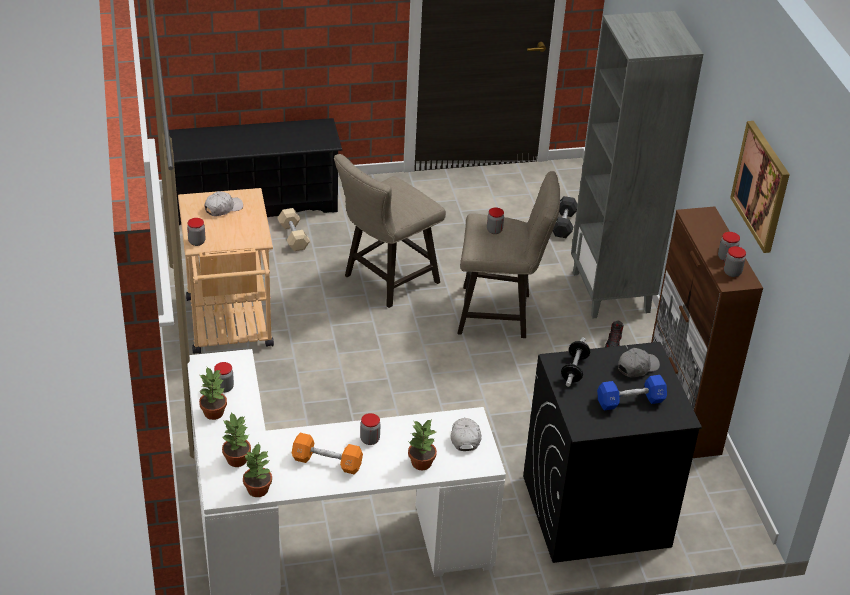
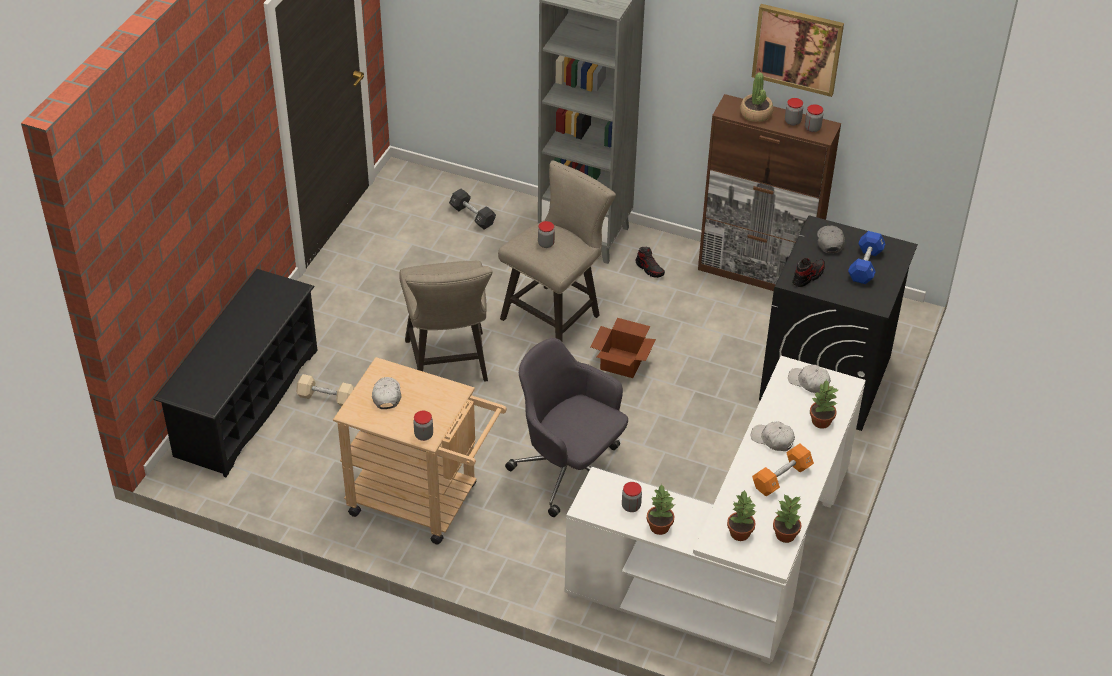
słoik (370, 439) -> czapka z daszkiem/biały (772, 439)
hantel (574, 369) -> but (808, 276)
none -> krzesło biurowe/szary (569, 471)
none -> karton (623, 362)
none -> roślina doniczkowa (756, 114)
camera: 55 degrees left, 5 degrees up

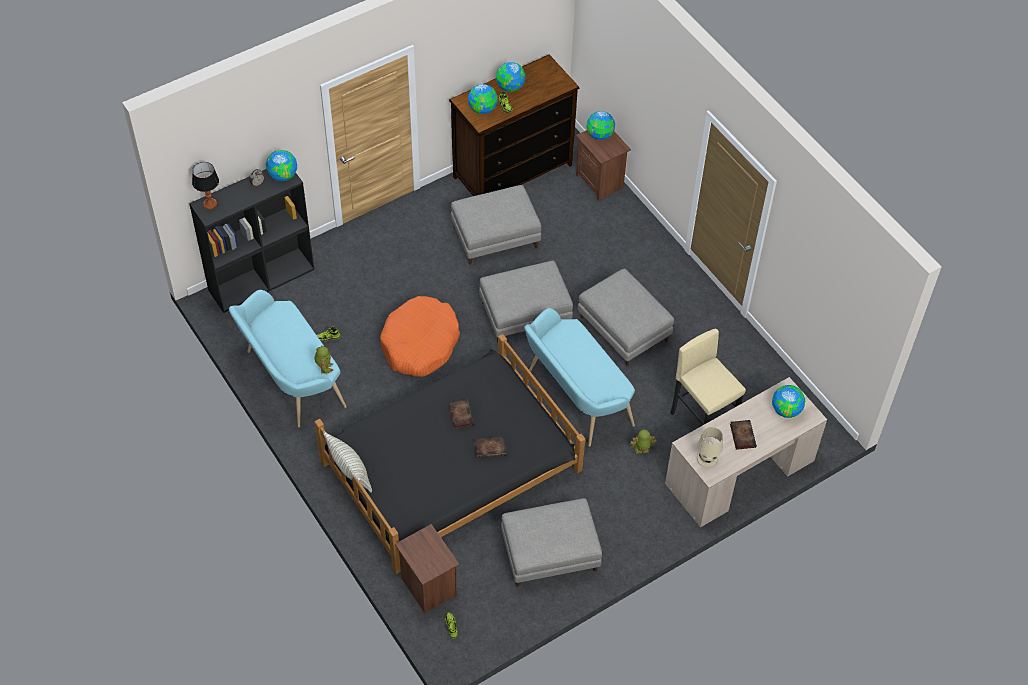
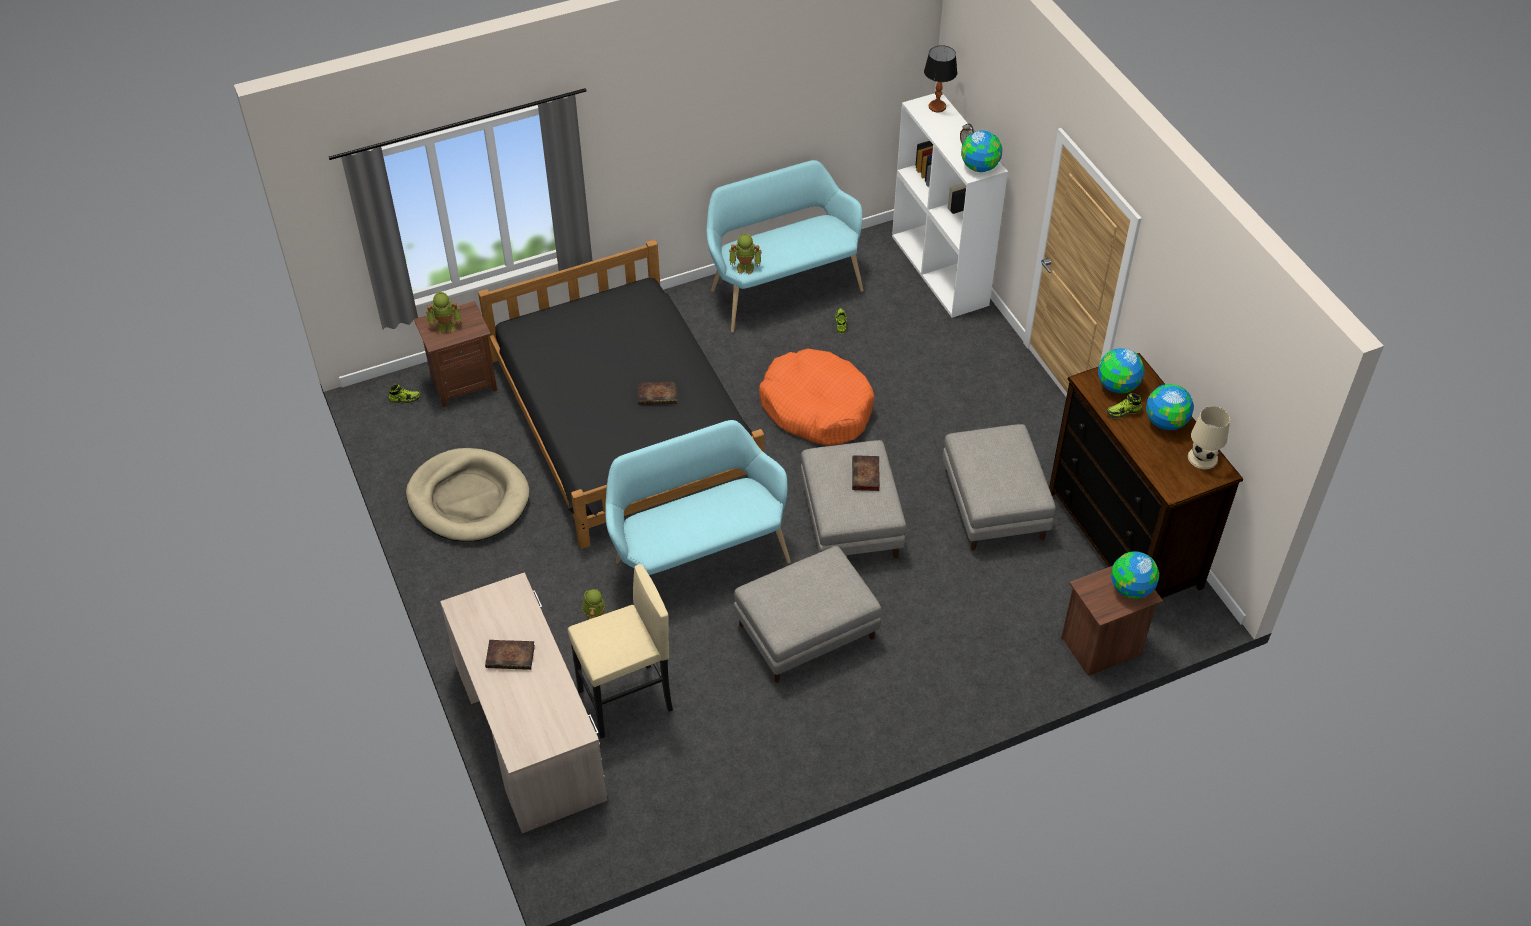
regał/czarny (262, 279) -> regał/biały (941, 271)
poduszka (349, 470) -> none
książka (490, 448) -> książka (866, 476), relocated
pufa/szary (549, 554) -> legowisko/beżowy (468, 499)
lampa stołowa/beżowy (707, 458) -> lampa stołowa/beżowy (1202, 458), relocated
globus (786, 409) -> none
none -> robot zabawkowy (446, 326)
camera: 100 degrees right, 5 degrees down

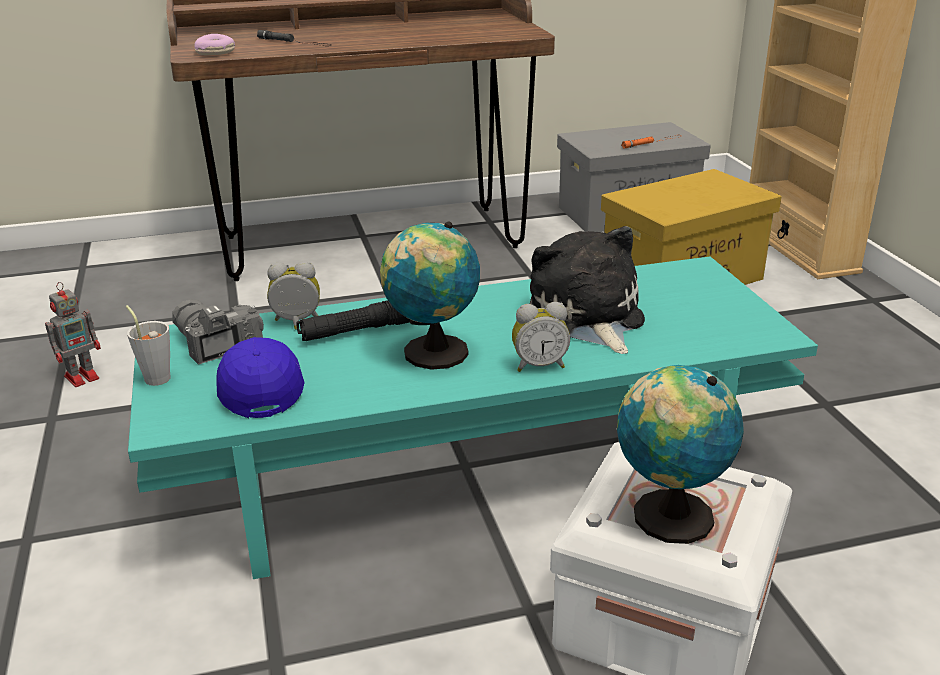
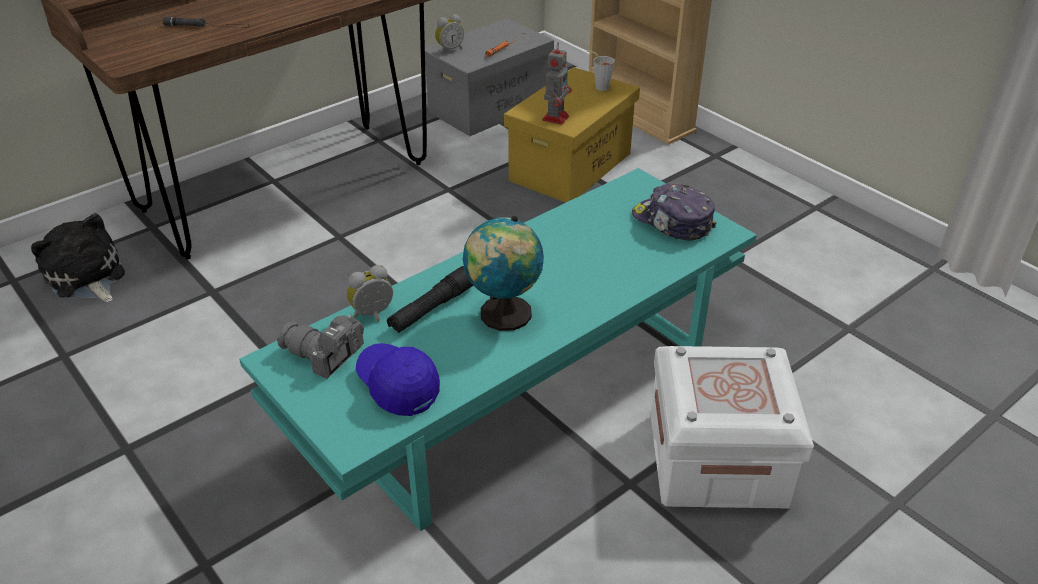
robot zabawkowy (83, 376) -> robot zabawkowy (556, 117), relocated
filiżanka/szary (155, 376) -> filiżanka/szary (599, 87), relocated
donut (216, 52) -> none
budzik (539, 365) -> budzik (449, 49), relocated
pluszak (587, 317) -> pluszak (86, 277), relocated
globus (667, 516) -> none
none -> czapka z daszkiem (672, 222)
camera: 25 degrees left, 10 degrees up

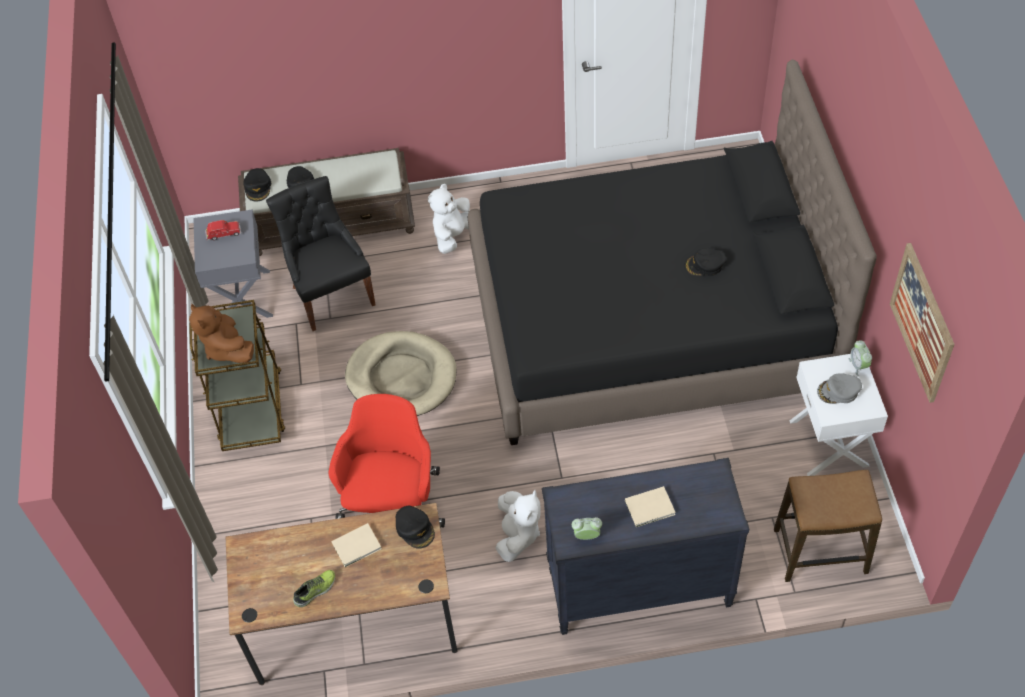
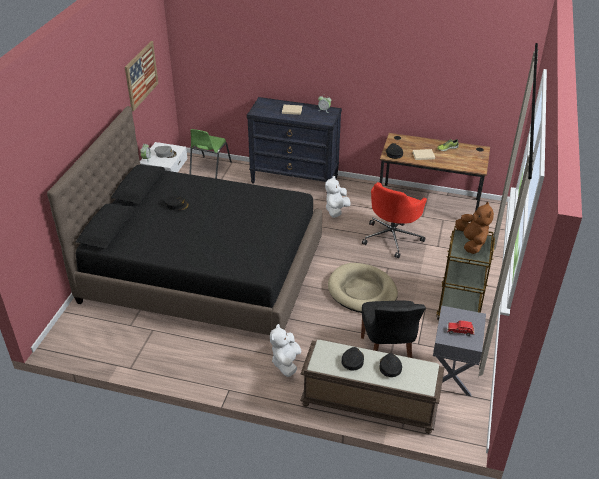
czapka z daszkiem/czarny (258, 187) -> czapka z daszkiem/czarny (352, 360), relocated
pluszak/biały (453, 235) -> pluszak/biały (286, 363), 135 degrees clockwise
stołek (820, 551) -> krzesło/zielony (209, 169)
camera: 160 degrees left, 15 degrees down

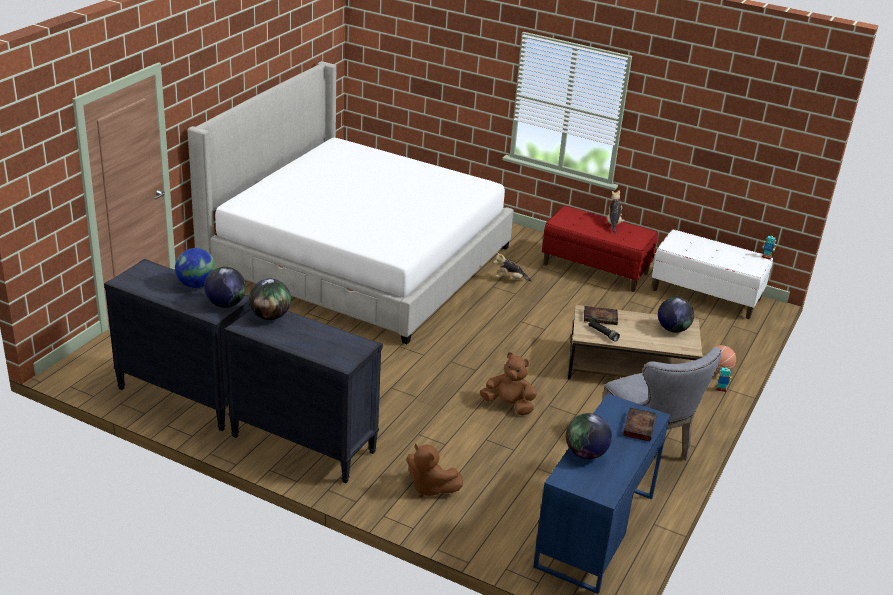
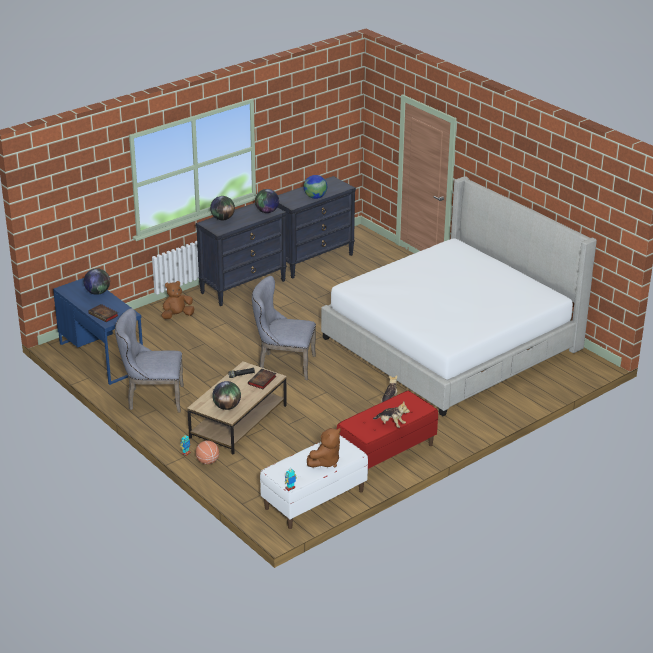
globus (225, 304) -> globus (223, 219), relocated
pluszak/brązowy (509, 405) -> pluszak/brązowy (325, 462), relocated
none -> krzesło/szary (283, 365)
camera: 115 degrees right, 0 degrees up

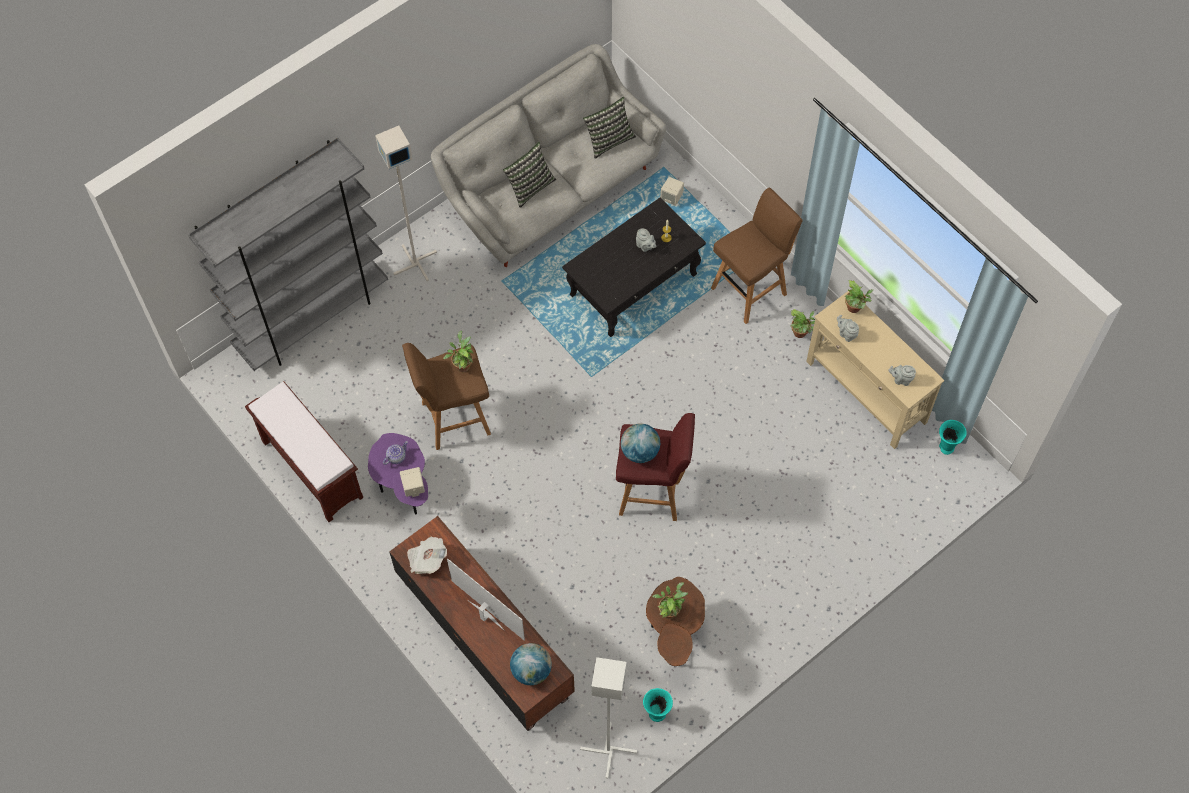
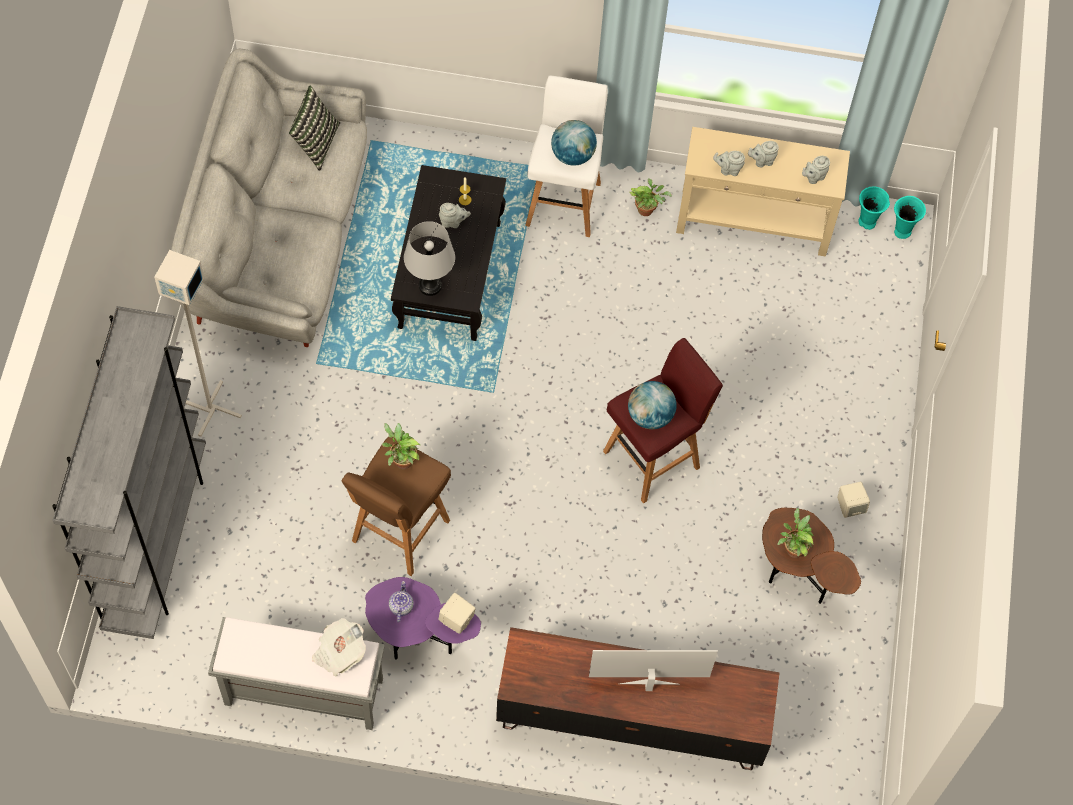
ławka/brązowy (311, 469) -> ławka/szary (302, 692)
gazeta (427, 559) -> gazeta (339, 652), relocated
poduszka (529, 186) -> none
globus (531, 670) -> globus (573, 155), relocated
lampa stojąca/biały (608, 751) -> none
wazon/turkusowy (656, 714) -> wazon/turkusowy (901, 232), relocated
głośnik/beżowy (672, 198) -> głośnik/beżowy (850, 506), relocated
stołek/brązowy (750, 290) -> stołek/biały (564, 202)
roślina doniczkowa (855, 309) -> none
none -> lampa stołowa/szary (430, 285)
none -> imbryk/szary (762, 161)
camera: 45 degrees left, 0 degrees up

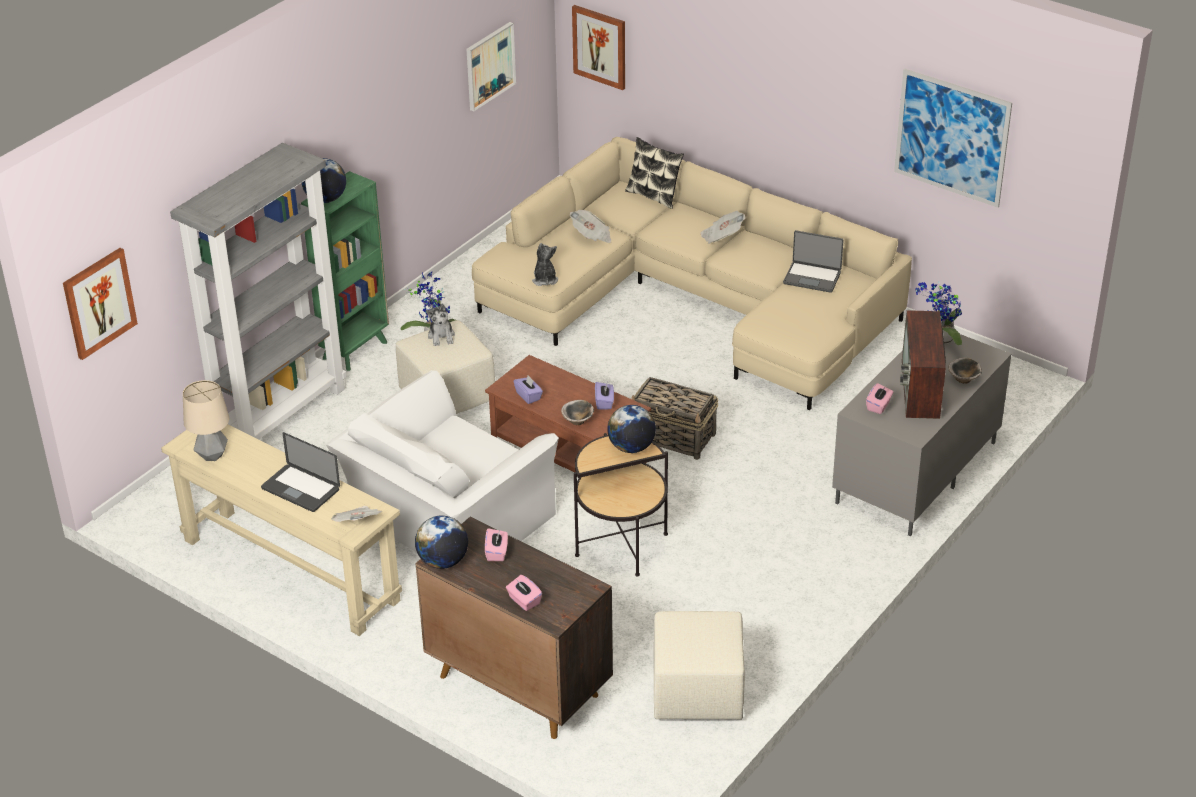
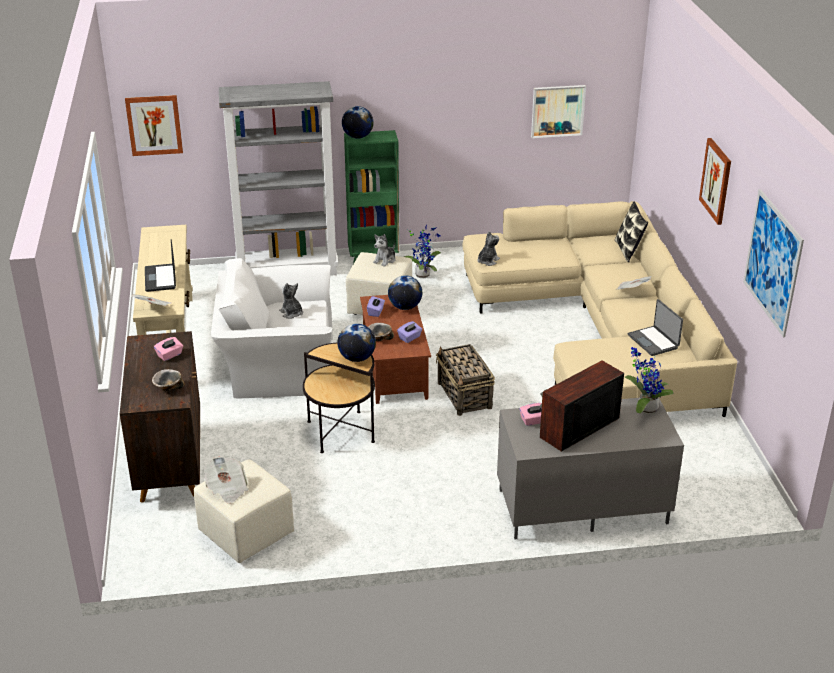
lampa stołowa (212, 455) -> none
globus (443, 561) -> globus (405, 307), relocated
pudełko chusteczek/różowy (524, 601) -> none
gazeta (592, 236) -> gazeta (227, 489), relocated
obraz (599, 46) -> obraz (716, 181), relocated
miska (964, 379) -> miska (168, 388), relocated
none -> pluszak (292, 313)
camera: 45 degrees right, 5 degrees down

